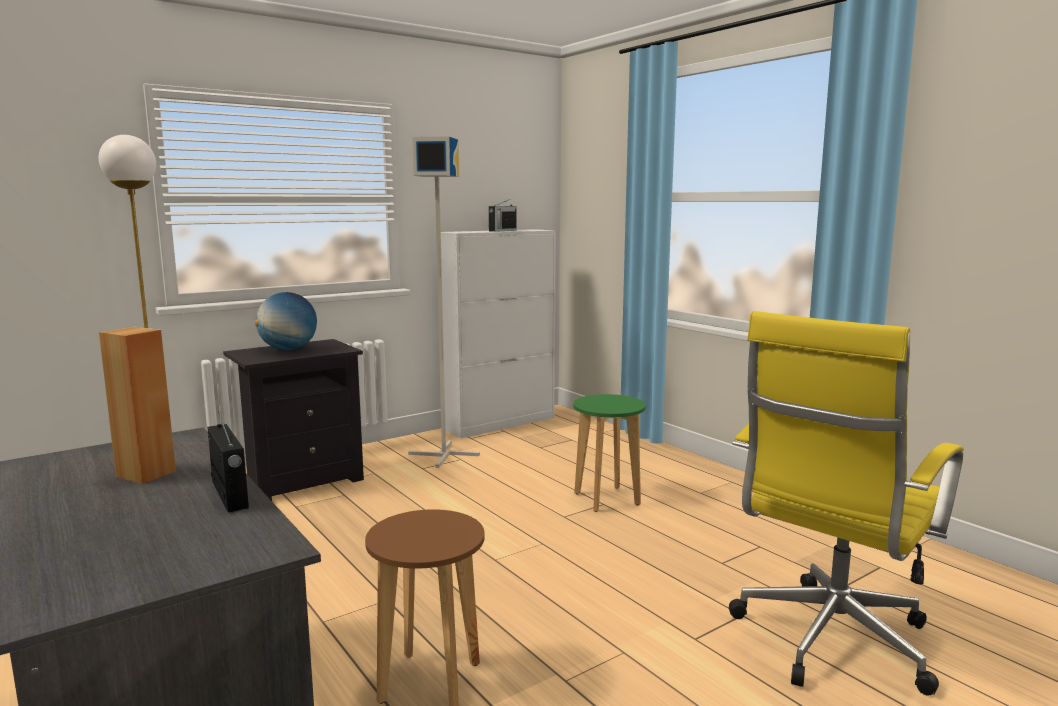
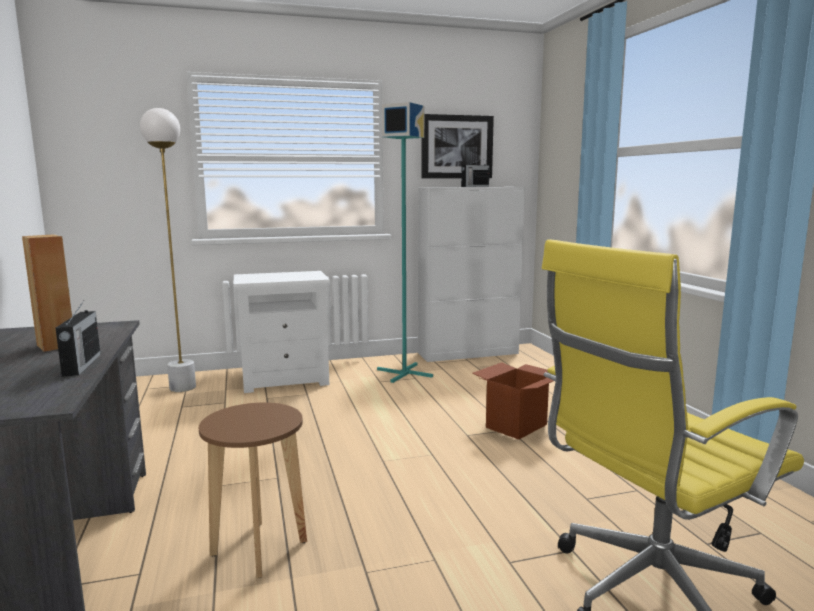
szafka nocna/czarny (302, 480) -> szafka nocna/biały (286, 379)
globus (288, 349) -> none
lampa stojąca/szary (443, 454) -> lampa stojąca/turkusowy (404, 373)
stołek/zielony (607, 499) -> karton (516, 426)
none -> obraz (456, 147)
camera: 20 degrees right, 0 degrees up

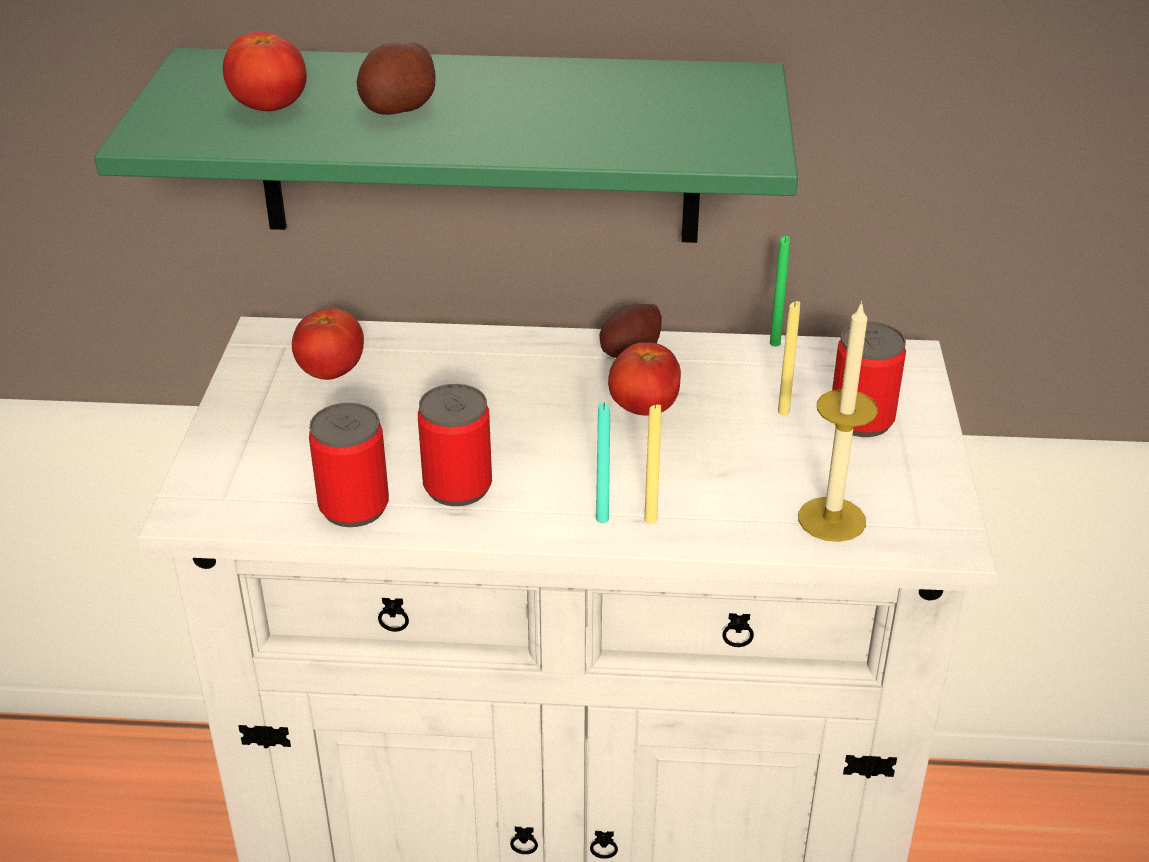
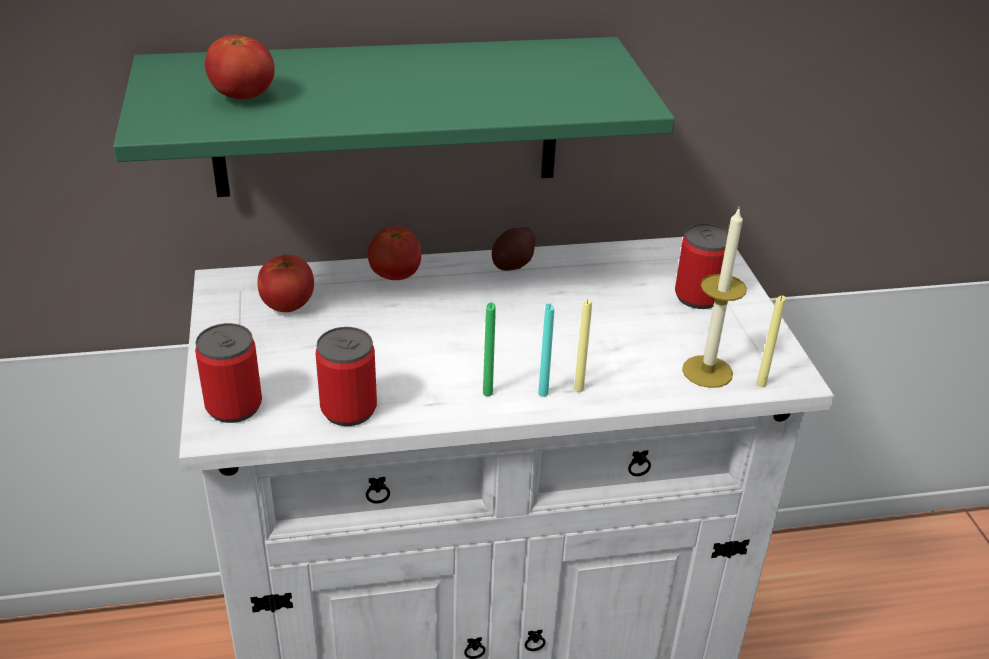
ziemniak (399, 109) -> none
puszka (457, 487) -> puszka (234, 406), relocated
pomidor (643, 409) -> pomidor (395, 276), relocated
świeca/zielony (775, 343) -> świeca/zielony (487, 393), relocated
świeca/żółty (783, 411) -> świeca/żółty (761, 384), relocated
camera: 15 degrees left, 0 degrees up

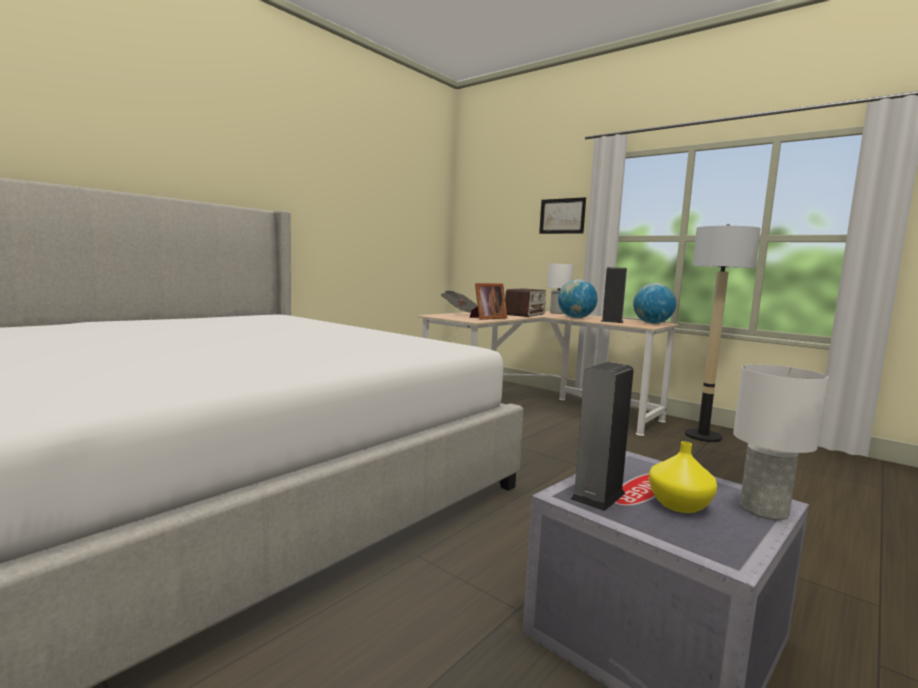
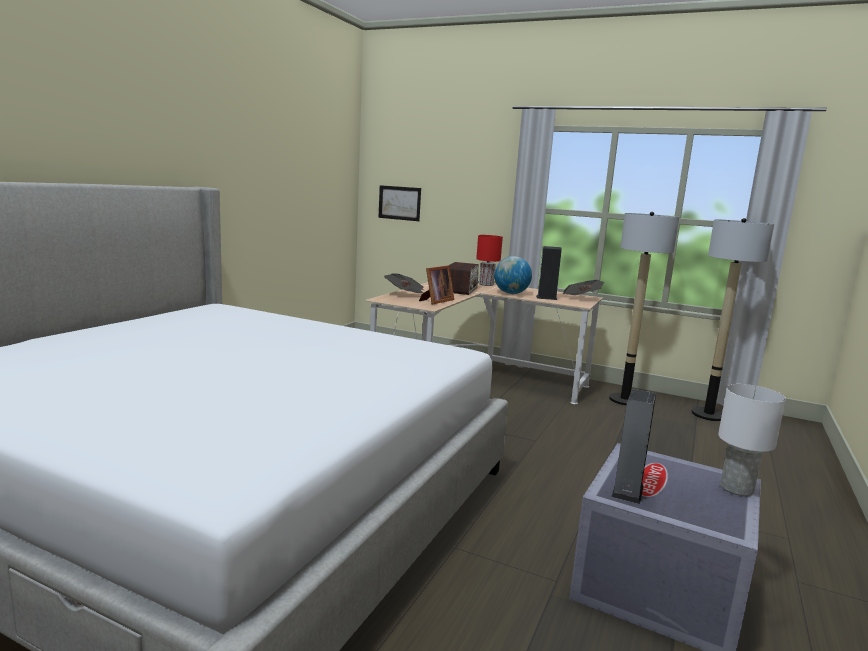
obraz (562, 216) -> obraz (399, 203), relocated
lampa stołowa/biały (556, 313) -> lampa stołowa/czerwony (485, 284)
globus (652, 323) -> gazeta (581, 298)
wazon/żółty (678, 504) -> none
none -> lampa stojąca (708, 415)
camera: 15 degrees left, 5 degrees up

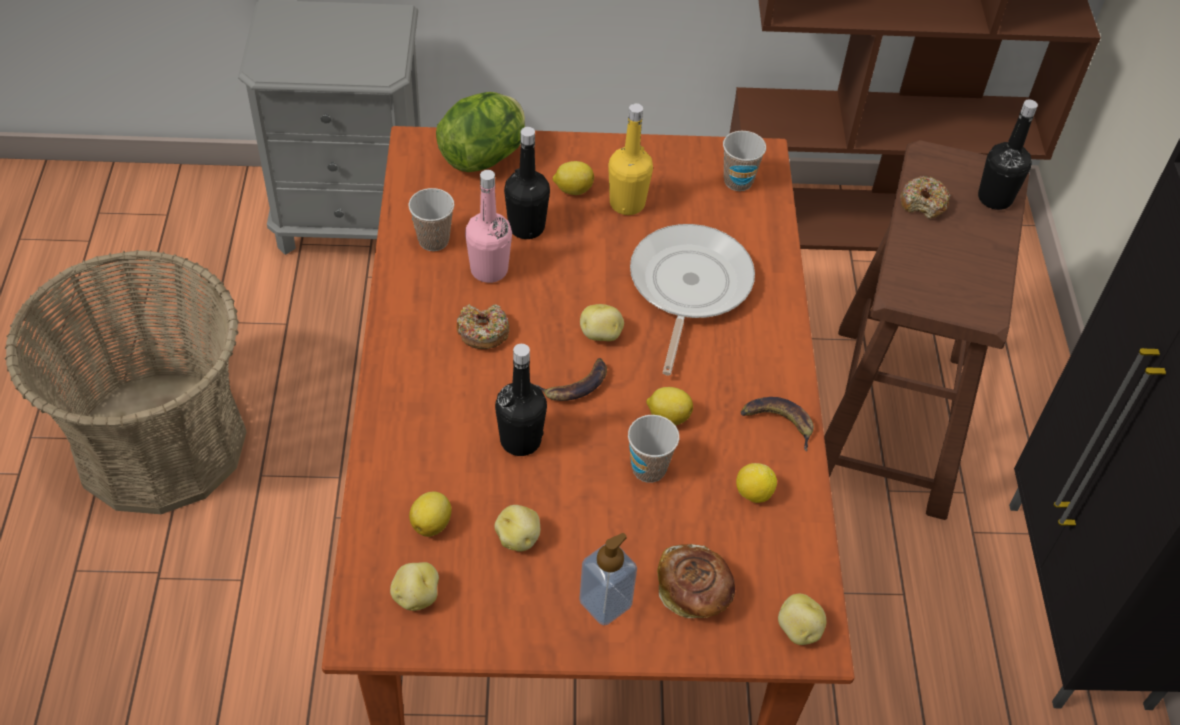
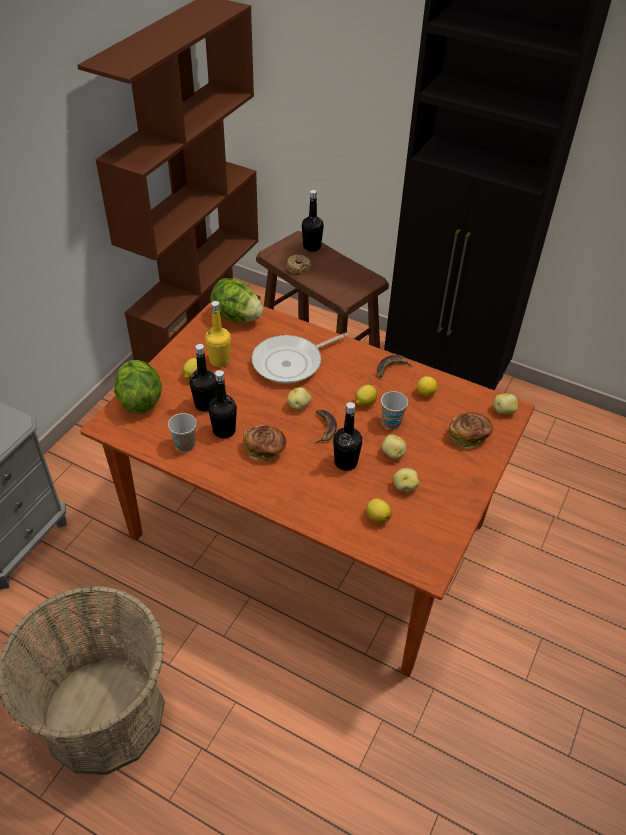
ziemniak (415, 596) -> ziemniak (393, 454), relocated
donut (482, 332) -> chleb (265, 449)
butelka/różowy (489, 270) -> butelka/czarny (224, 430)
dozownik mydła (605, 603) -> none
patelnia (688, 287) -> patelnia (291, 363), 75 degrees counterclockwise
filiżanka (738, 181) -> sałata (237, 317)
camera: 60 degrees left, 5 degrees down

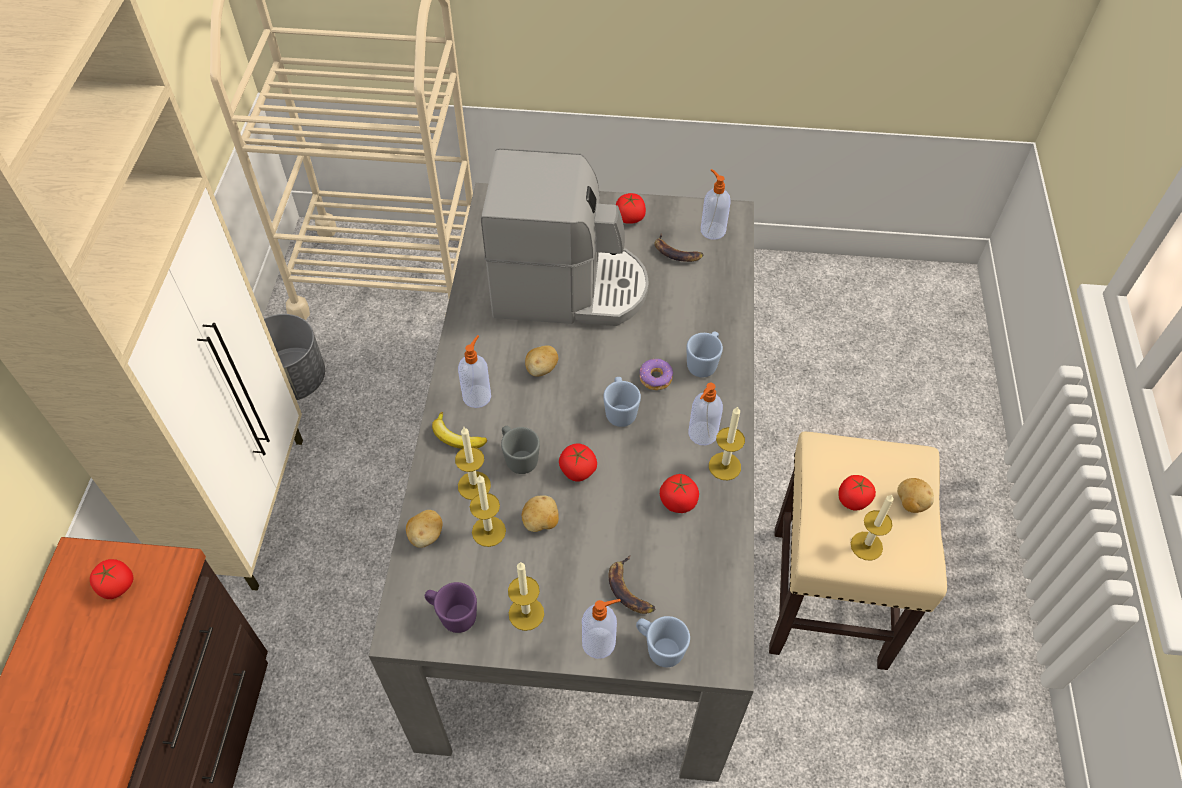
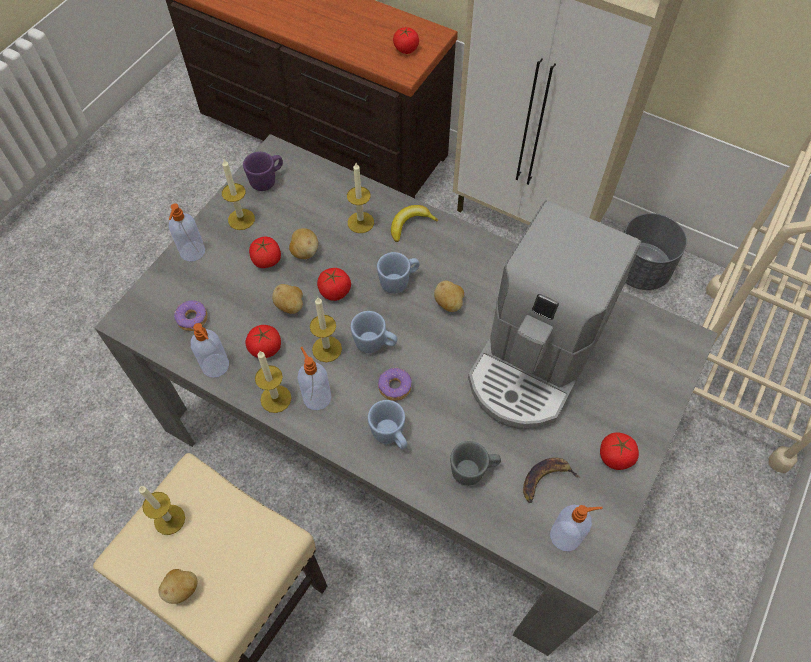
ziemniak (426, 536) -> ziemniak (290, 306), relocated
dozownik mydła (477, 395) -> dozownik mydła (216, 366), relocated
świeca (488, 531) -> świeca (327, 349), relocated
kubek/szary (518, 458) -> kubek/szary (473, 471), relocated
banan (630, 589) -> none
kubek/niebieski (659, 648) -> kubek/niebieski (399, 282), relocated
pomidor (853, 500) -> pomidor (266, 260), relocated
none -> donut (192, 319)
camera: 115 degrees right, 5 degrees up

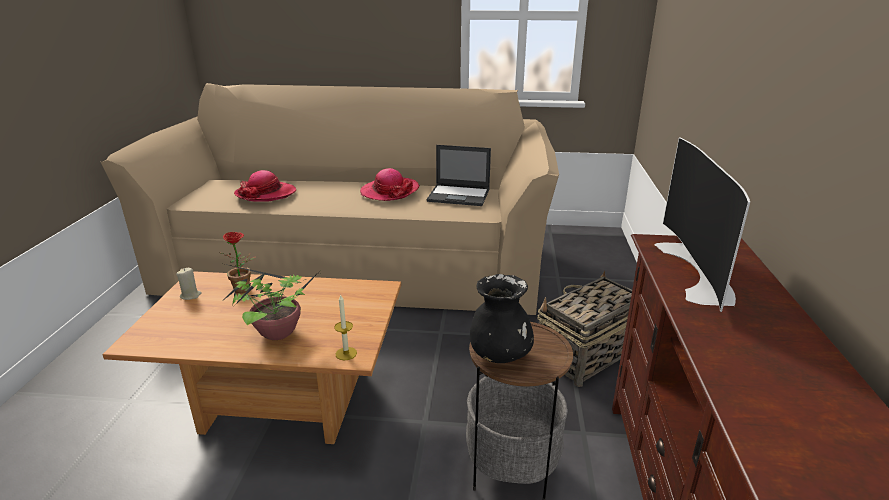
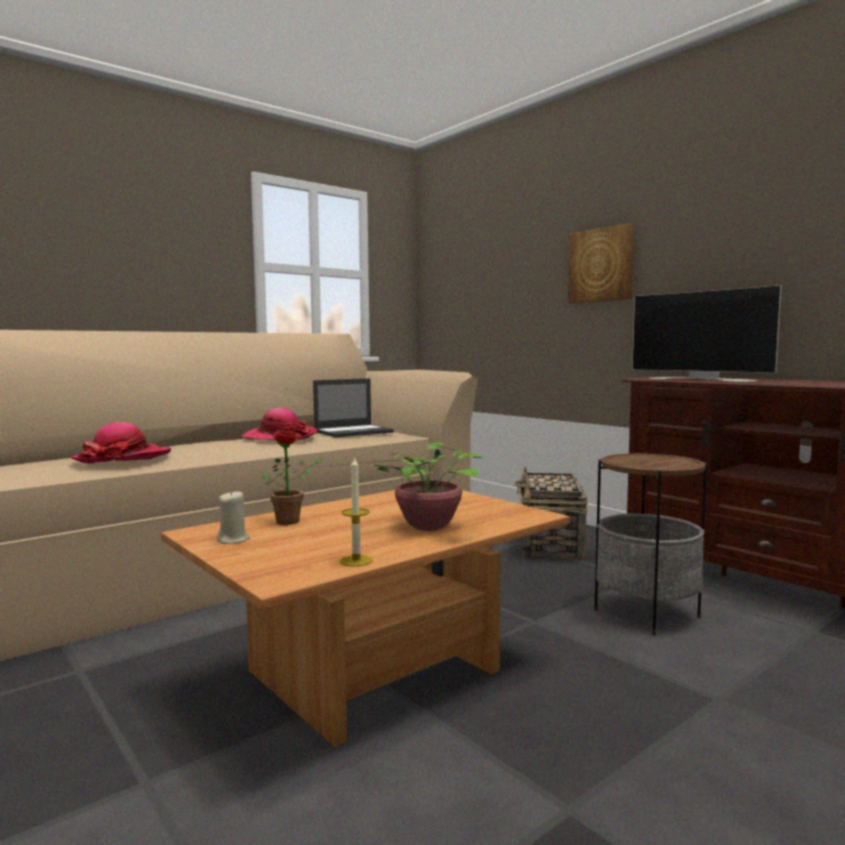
świeca (346, 353) -> świeca (356, 561), relocated
wazon/czarny (499, 354) -> none
none -> obraz (601, 265)
camera: 45 degrees left, 20 degrees down

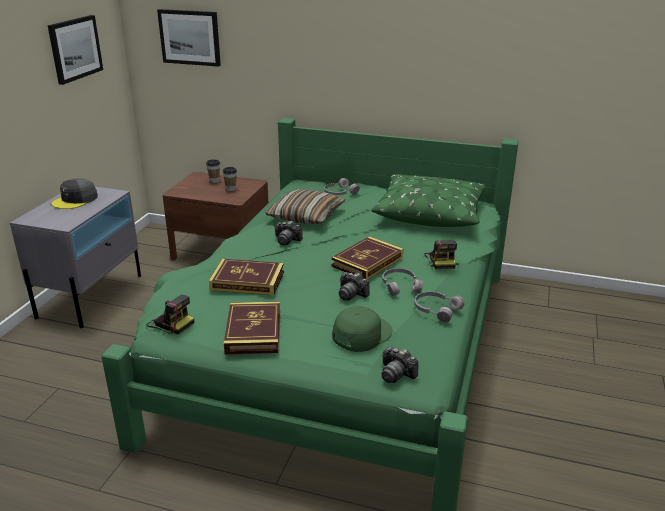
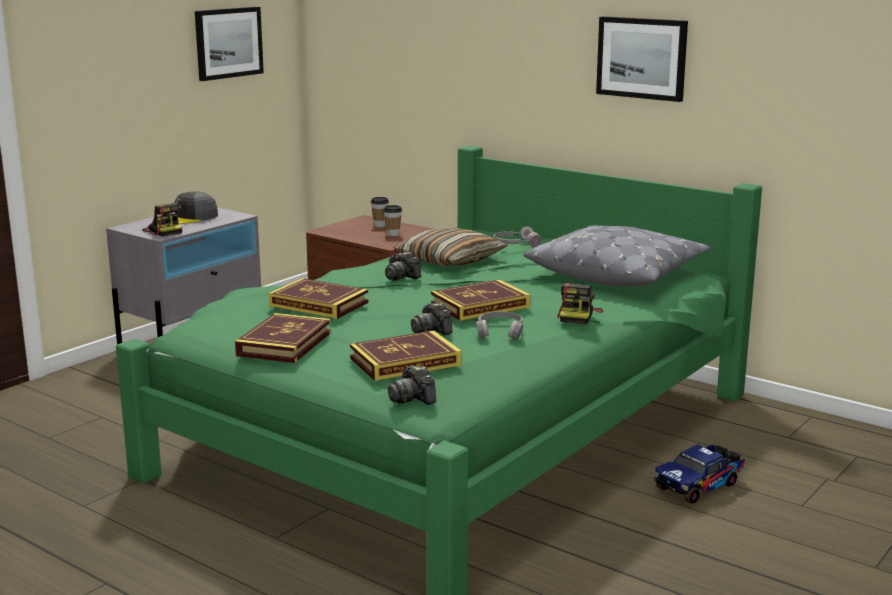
aparat fotograficzny (170, 323) -> aparat fotograficzny (163, 231), relocated
obraz (190, 37) -> obraz (642, 58), relocated
czapka z daszkiem/zielony (361, 334) -> książka (405, 362)
poduszka/zielony (430, 212) -> poduszka/szary (617, 273)
słuchawki/szary (436, 310) -> none
none -> ciężarówka zabawkowa (700, 485)
camera: 20 degrees right, 10 degrees down

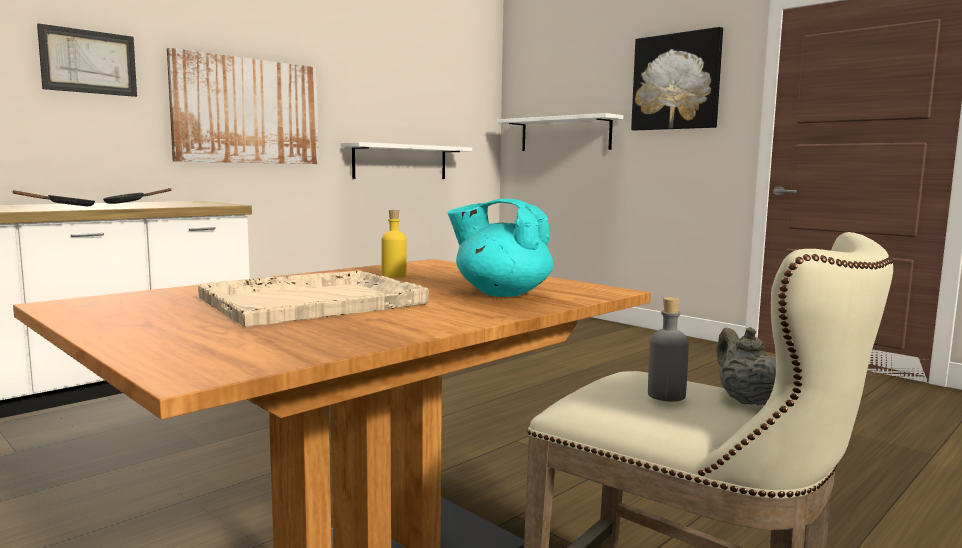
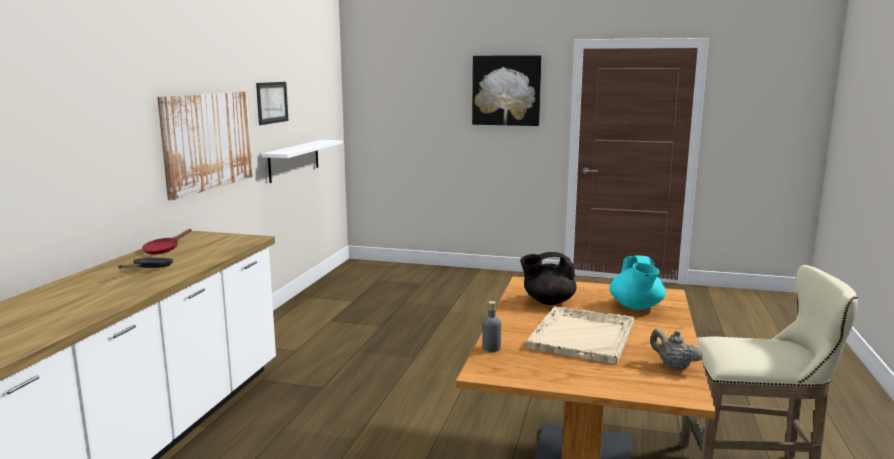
obraz (89, 62) -> obraz (272, 102), relocated
patelnia/czarny (129, 203) -> patelnia/czerwony (164, 250)
butelka/żółty (394, 275) -> imbryk/czarny (548, 301)
imbryk/turkusowy (501, 293) -> imbryk/turkusowy (636, 307), 75 degrees counterclockwise
półka/biały (565, 134) -> none
butelka/szary (666, 395) -> butelka/szary (491, 348), relocated
imbryk/beżowy (745, 399) -> imbryk/beżowy (673, 366), relocated
camera: 30 degrees left, 5 degrees up

